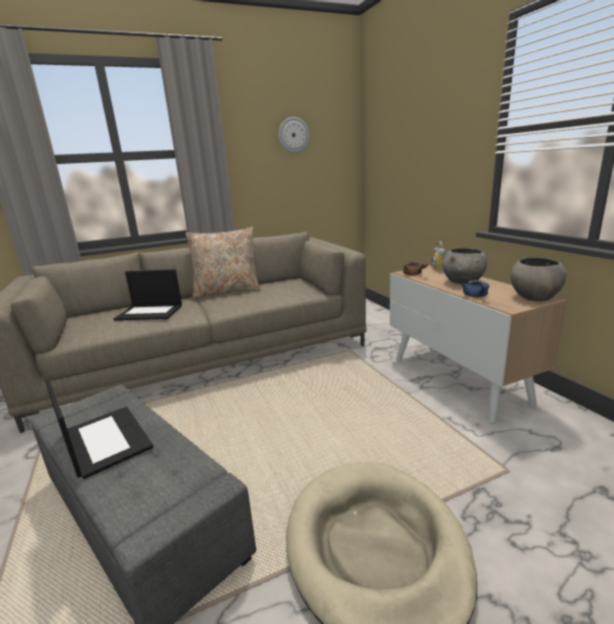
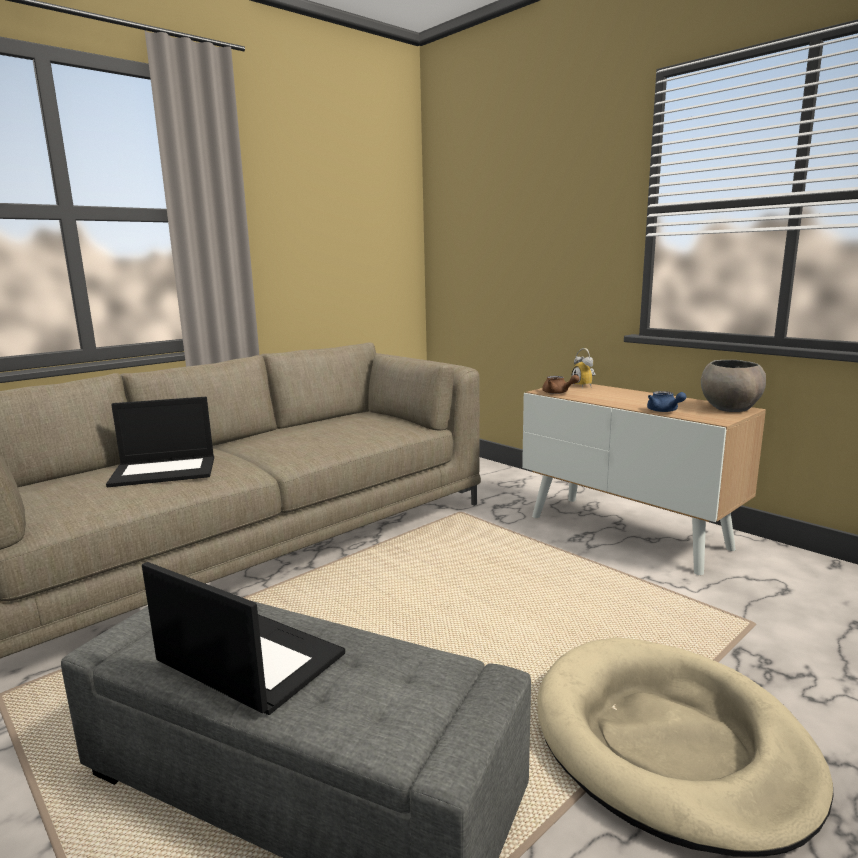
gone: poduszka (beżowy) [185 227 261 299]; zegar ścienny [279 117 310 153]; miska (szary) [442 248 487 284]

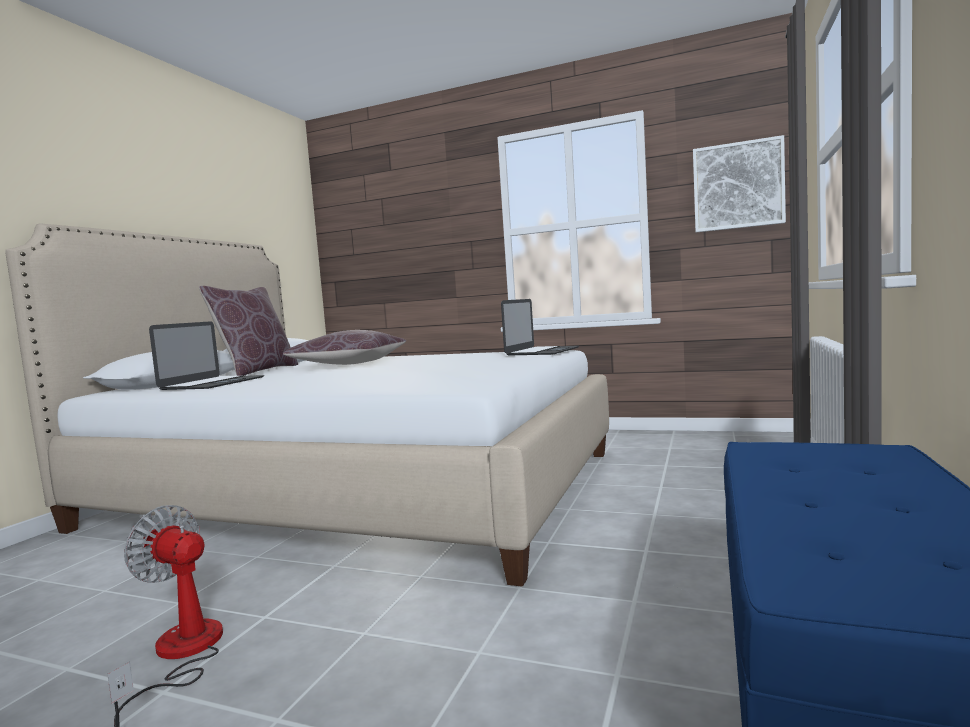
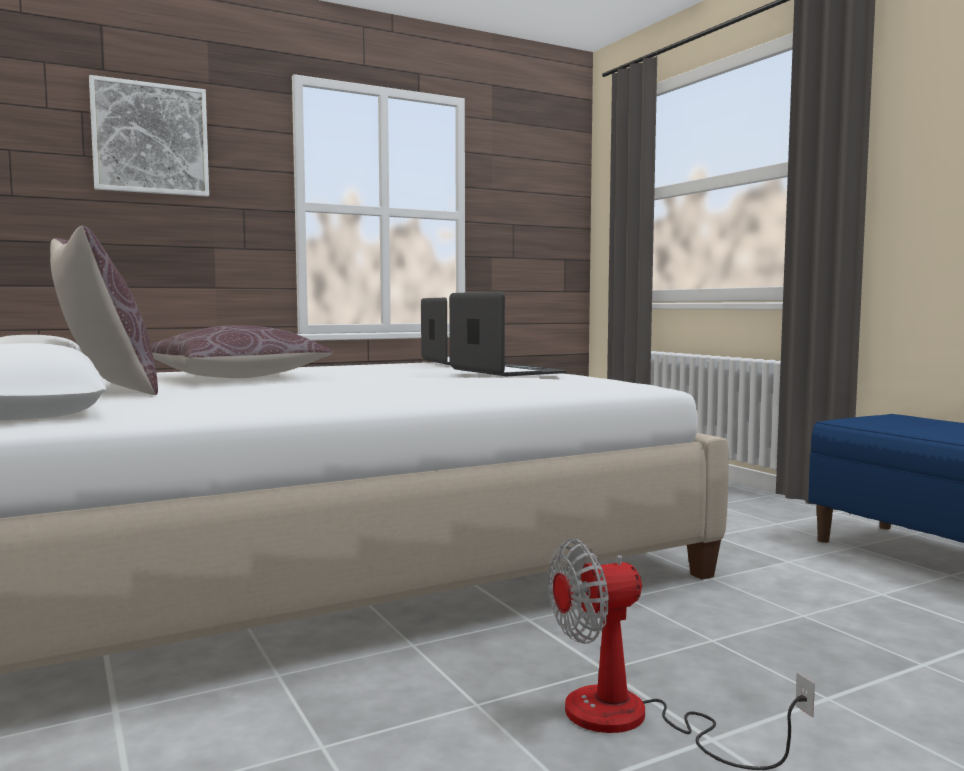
shifted: laptop [149 321 264 390] to [449 292 568 376]; obraz [693 135 786 232] to [89 75 209 197]

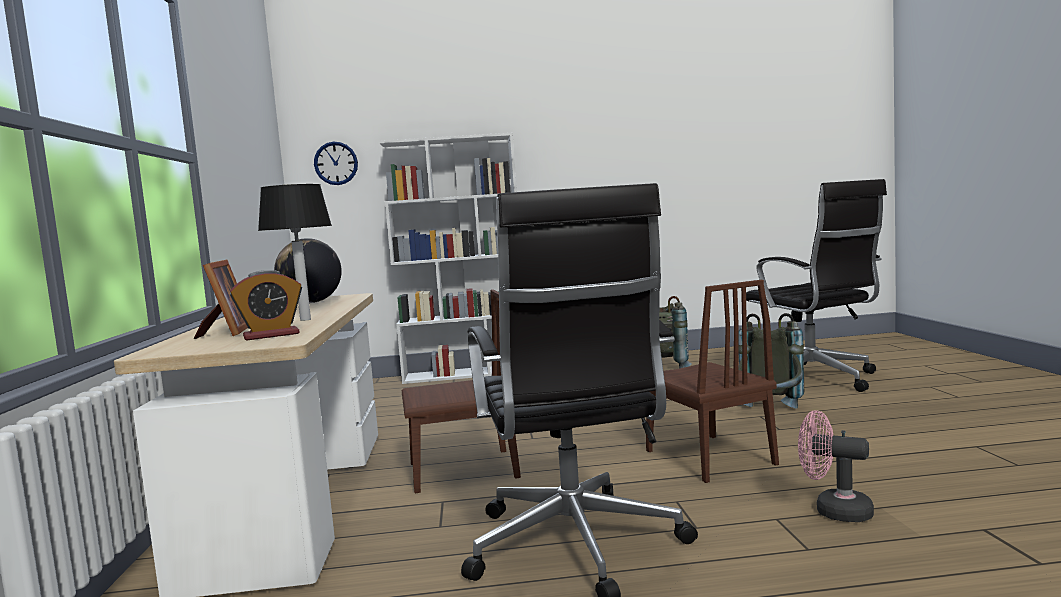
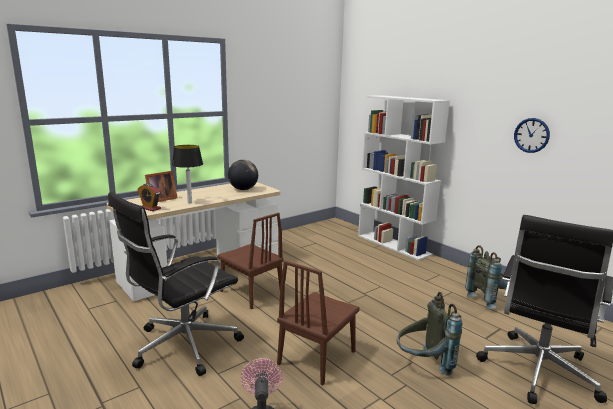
shifted: zegar ścienny [314 141 358 185] to [514 118 550 153]

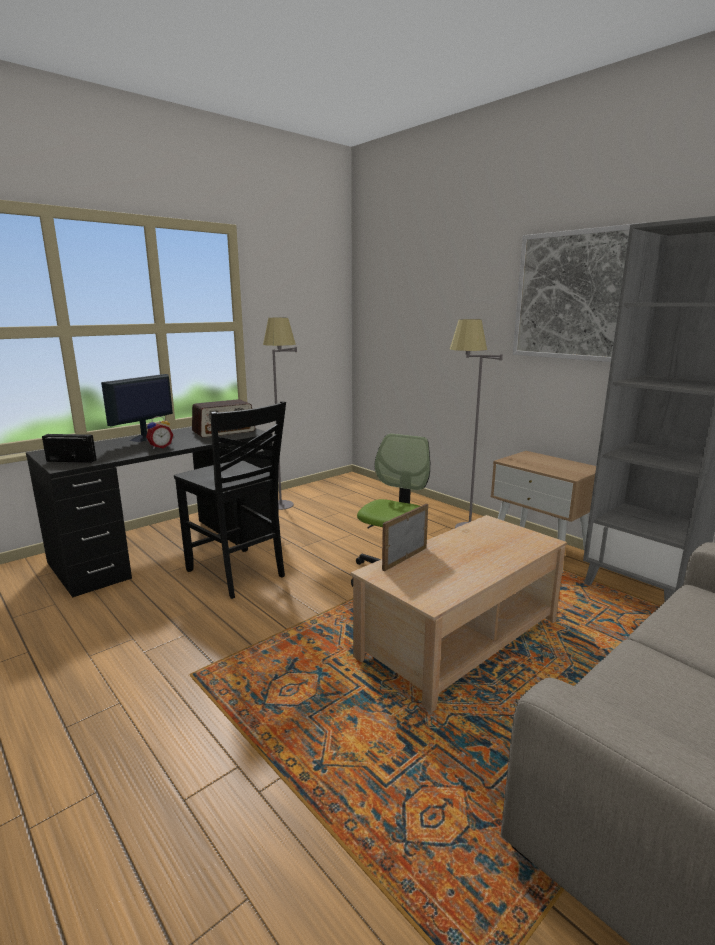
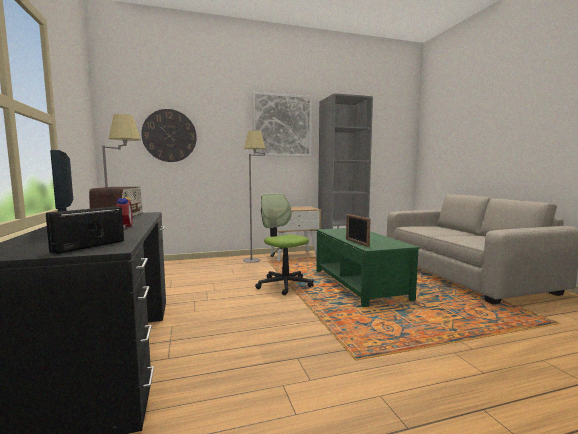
gone: krzesło (czarny) [174 401 286 599]
new: zegar ścienny [141 109 197 162]
repainted: ława (beżowy) [351 515 567 713] to ława (zielony) [316 228 420 307]

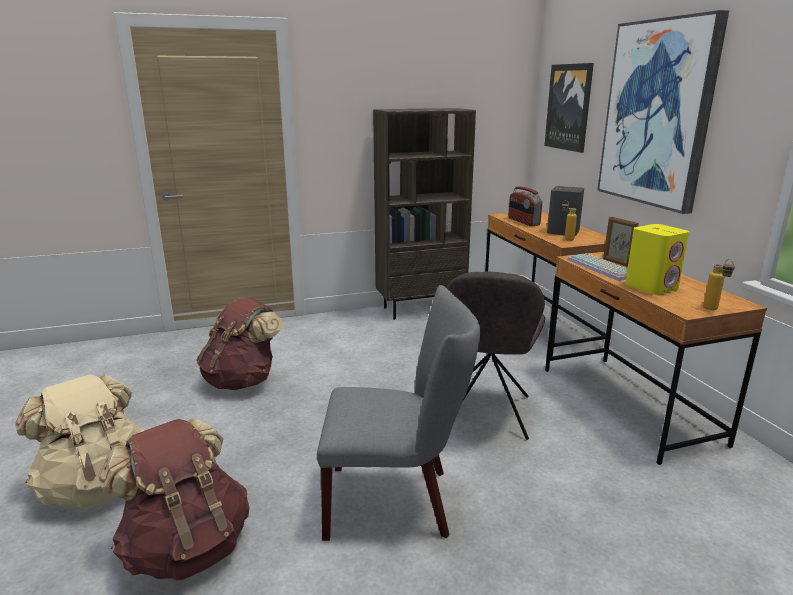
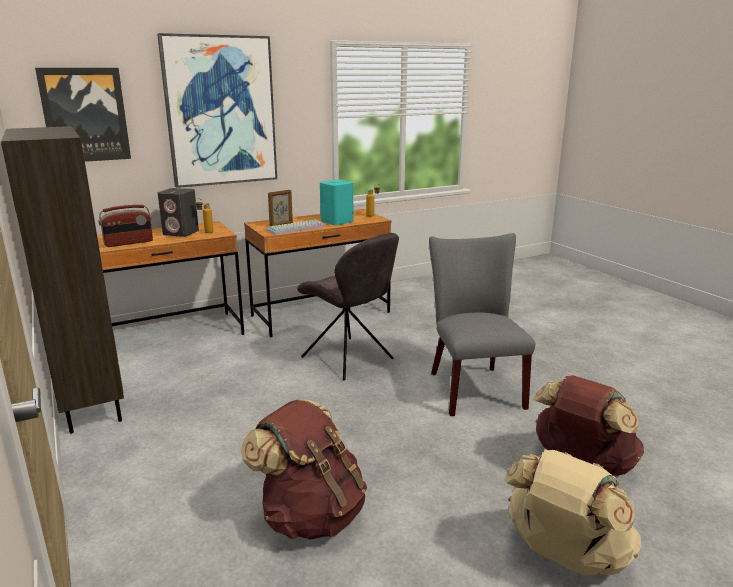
repainted: głośnik (żółty) [625 224 689 295] to głośnik (turkusowy) [320 180 354 225]
rotated: krzesło (szary) [447 272 545 440] = [297 233 399 380] 45 degrees clockwise

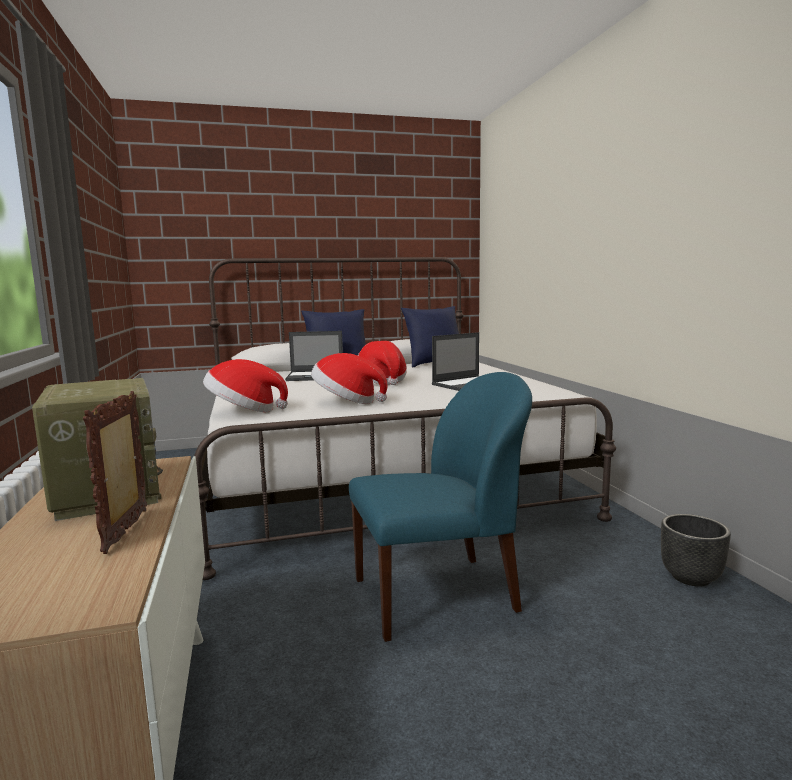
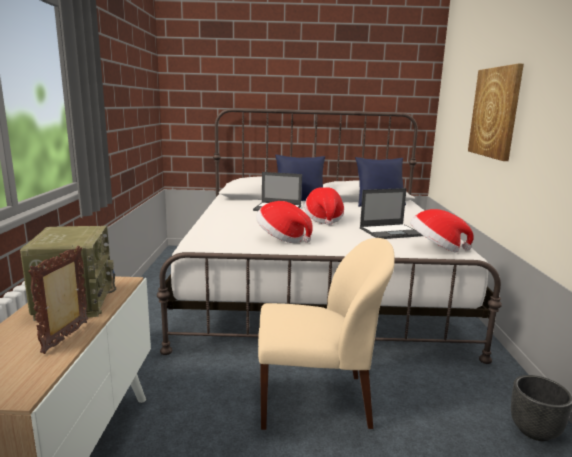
new: obraz [468 64 524 161]
shifted: kapelusz [203 359 288 412] to [410 209 474 253]
repainted: krzesło (niebieski) [349 372 532 642] to krzesło (beżowy) [258 238 395 430]

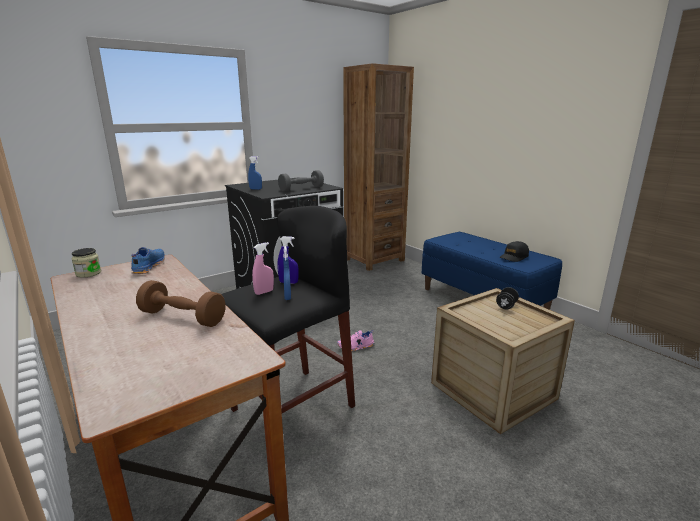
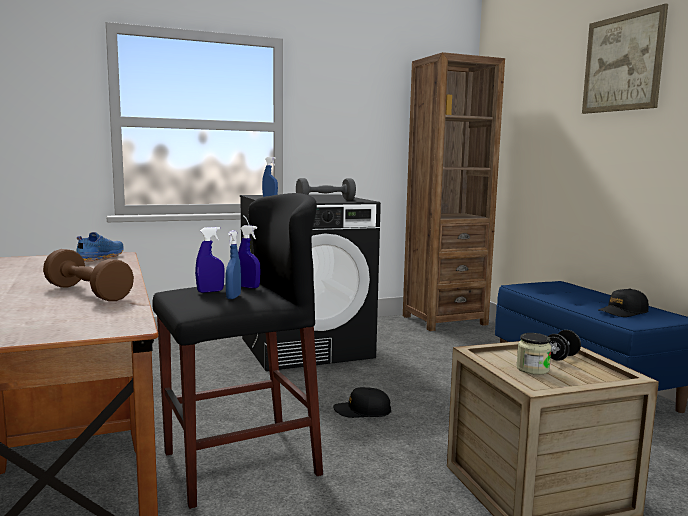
new: obraz [582 3 668 114]
shifted: słoik [72 248 101 278] to [516 333 552 375]
swapped: but (różowy) [337 330 374 352] to czapka z daszkiem (czarny) [333 387 391 418]
repainted: spryskiwacz (różowy) [252 242 274 295] to spryskiwacz (niebieski) [195 227 225 293]

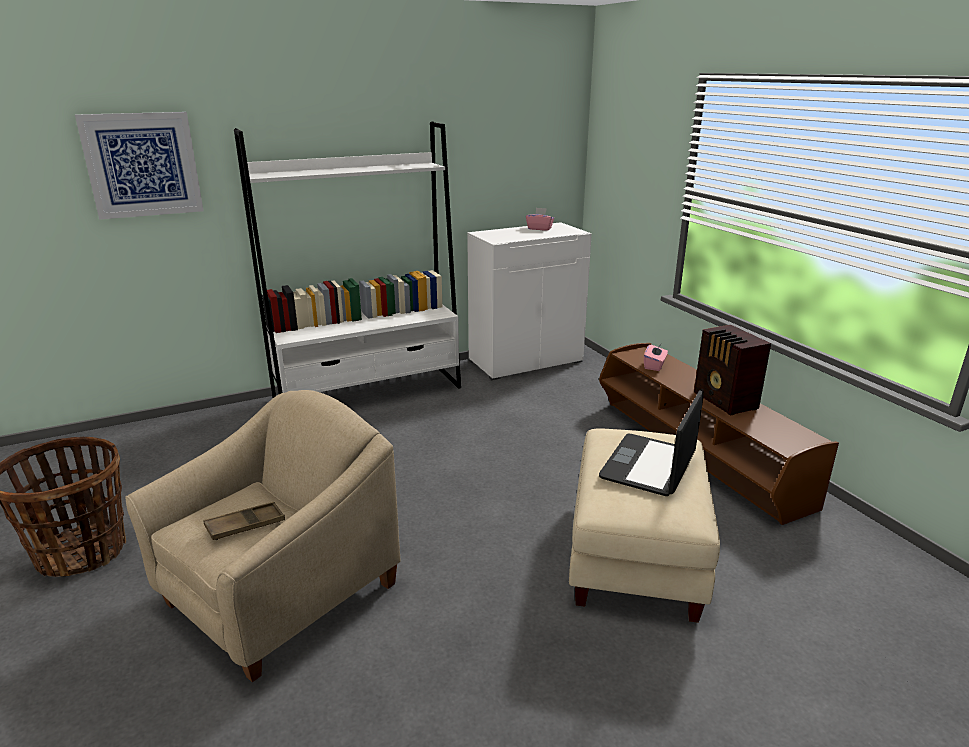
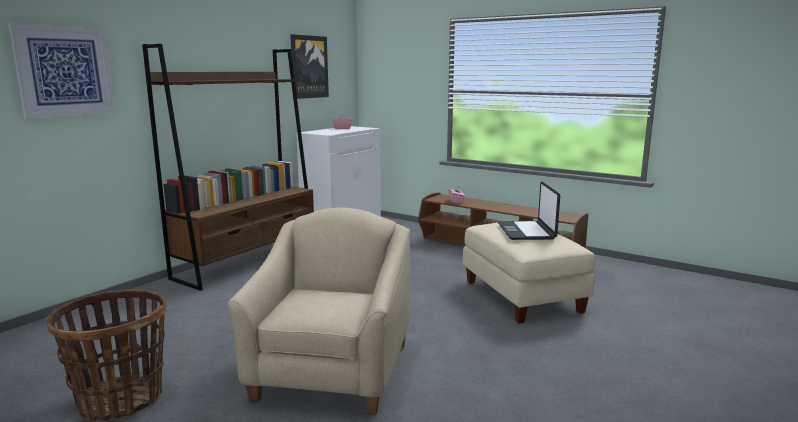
gone: taca (brązowy) [203 502 285 540]; radio [694 325 771 416]
new: obraz [290 34 329 99]
repainted: regał (biały) [234 122 461 398] to regał (brązowy) [142 44 314 291]

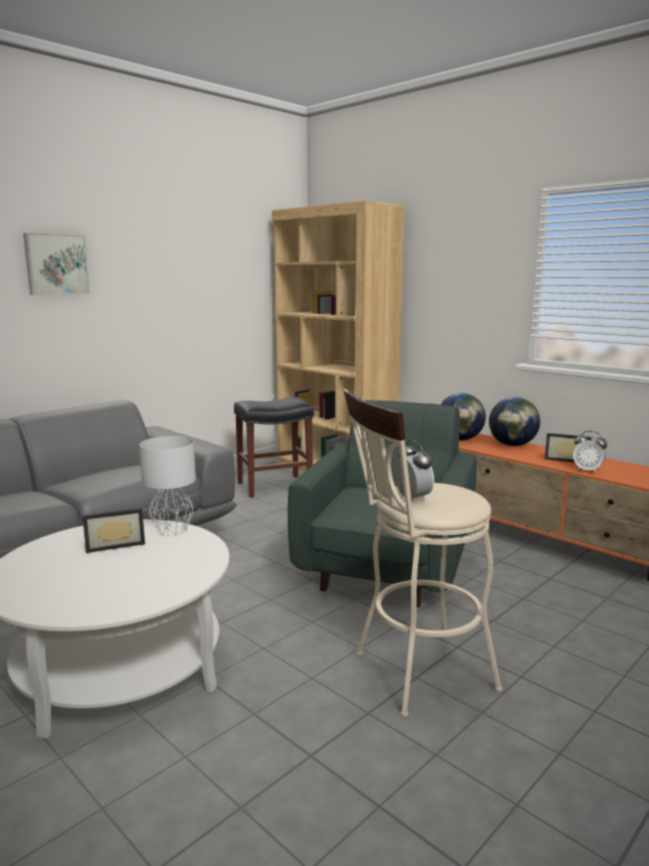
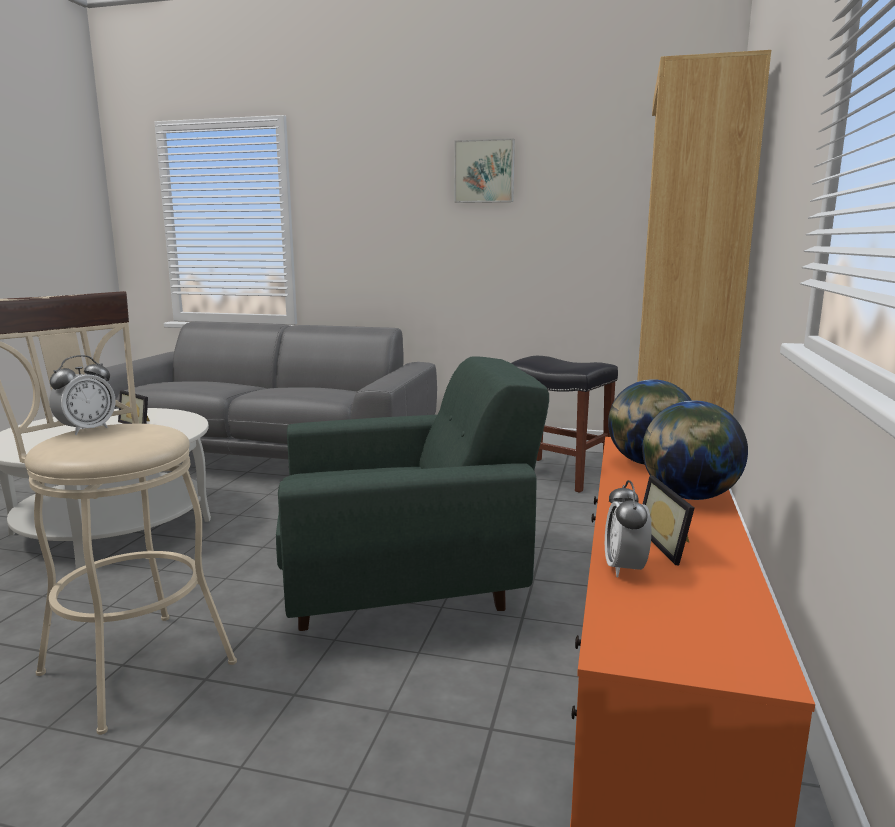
gone: lampa stołowa (szary) [139 436 196 536]
shifted: obraz [23 233 90 295] to [454 138 515 203]

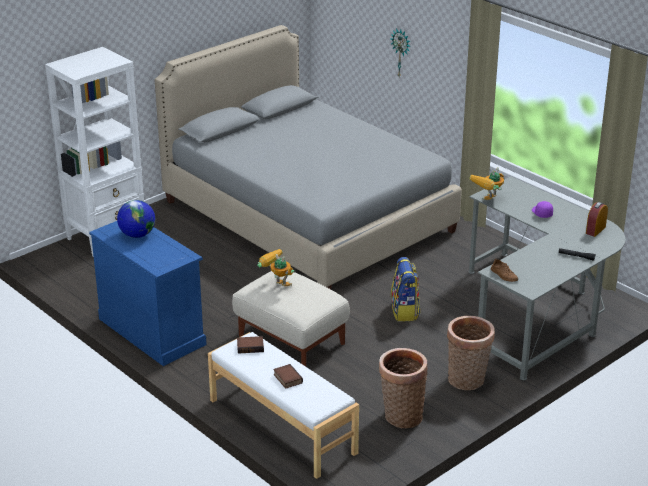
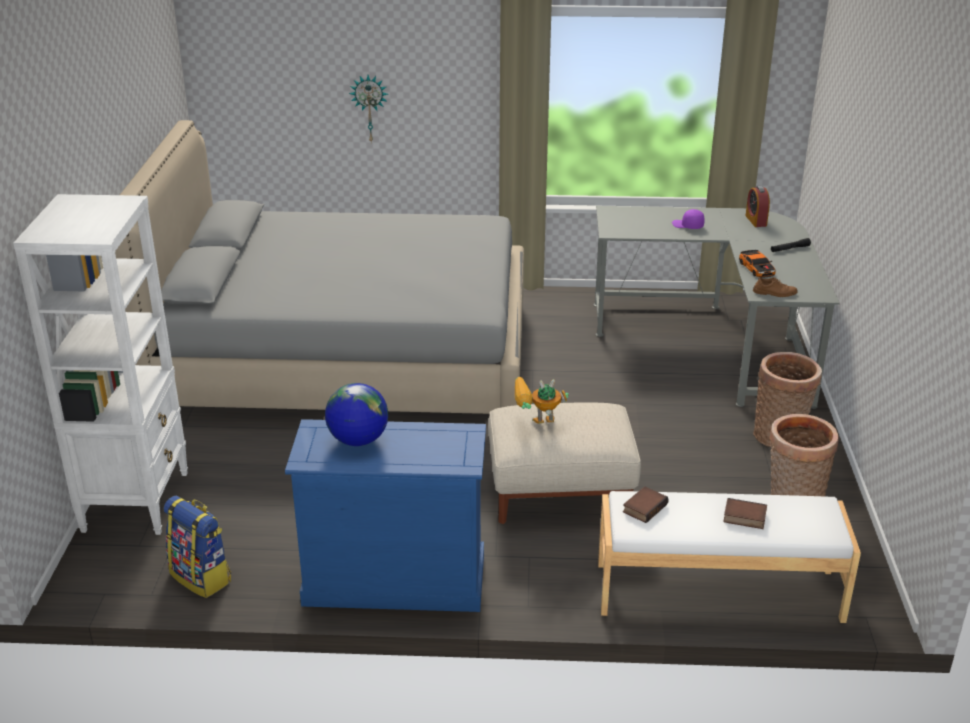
gone: robot zabawkowy [469 167 505 201]
new: samochodzik [739 250 776 277]
shifted: plecak [391 257 420 322] to [163 495 231 598]

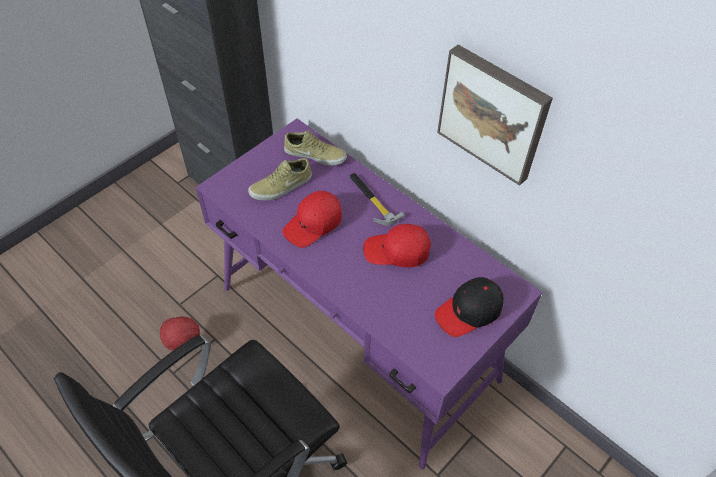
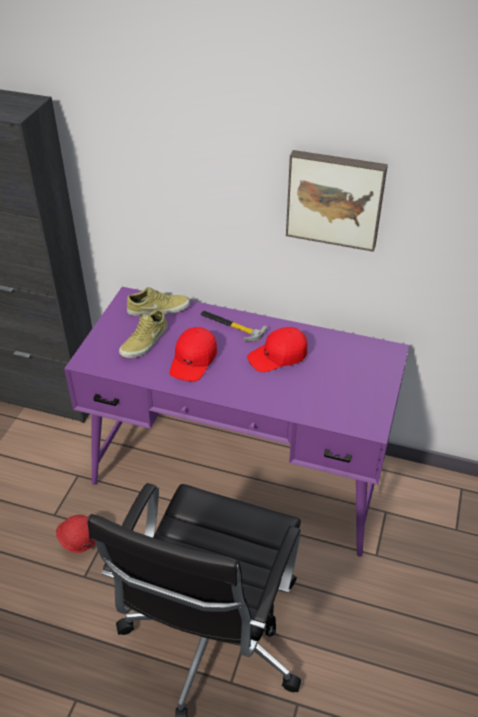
gone: czapka z daszkiem (czarny) [435 277 504 337]

